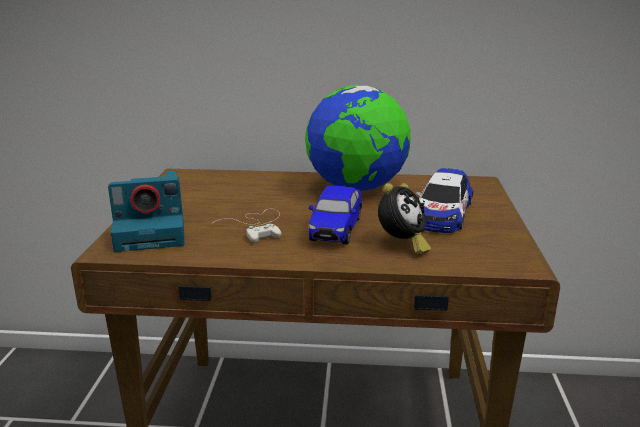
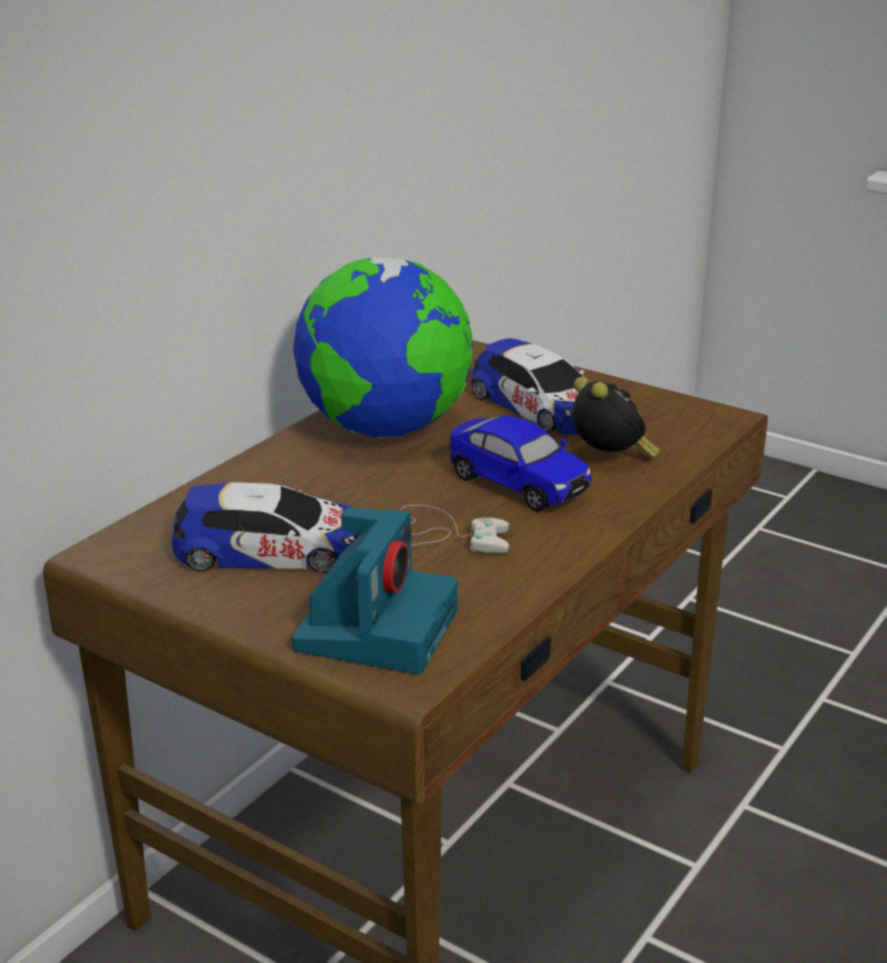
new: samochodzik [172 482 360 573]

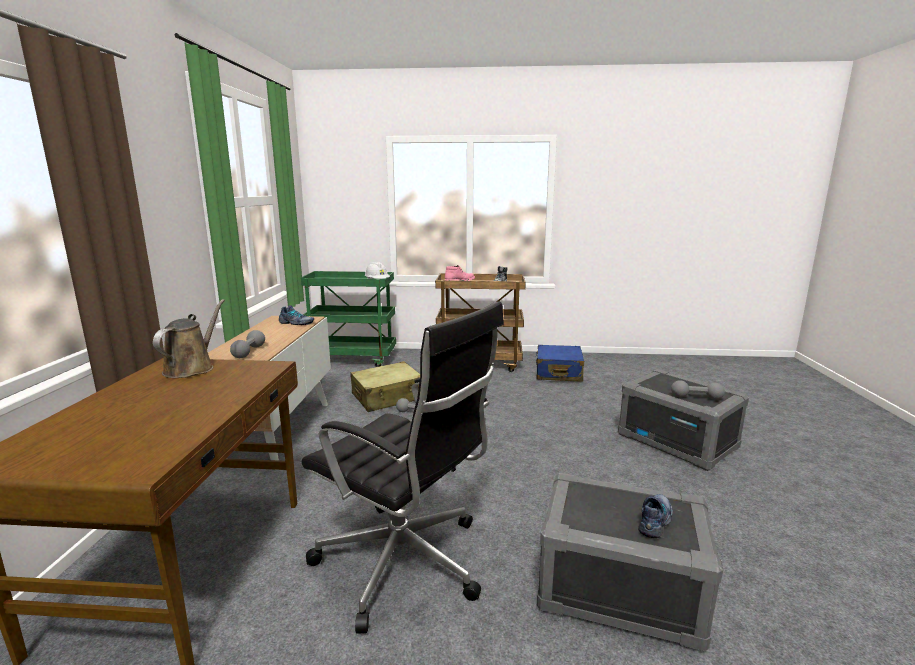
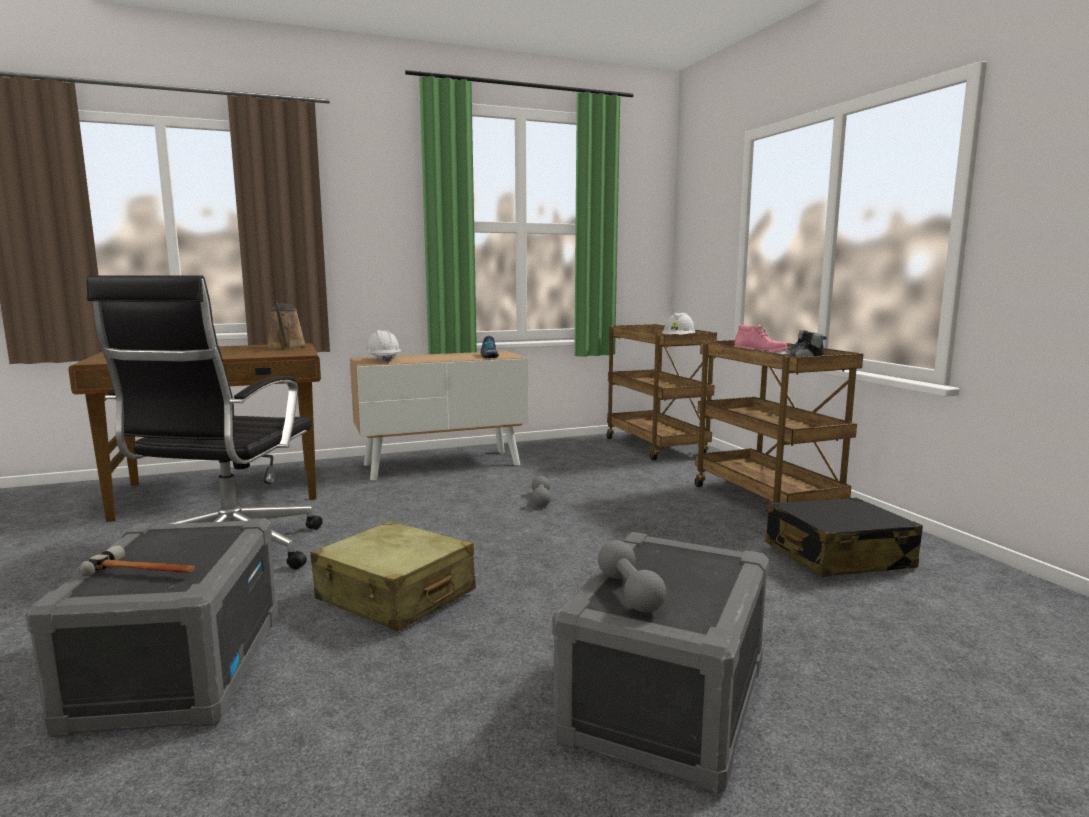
shifted: walizka (beżowy) [350 361 420 412] to [310 521 476 632]
swapped: hantel (szary) [230 330 265 358] to kask (biały) [365 330 401 363]; but [638 494 674 538] to młotek [79 545 195 576]
repainted: wózek (zielony) [301 271 396 367] to wózek (brązowy) [607 324 717 460]; walizka (niebieski) [535 345 584 382] to walizka (czarny) [765 498 923 577]
rotated: konewka (brązowy) [153 299 225 378] = [267 300 307 349] 90 degrees clockwise

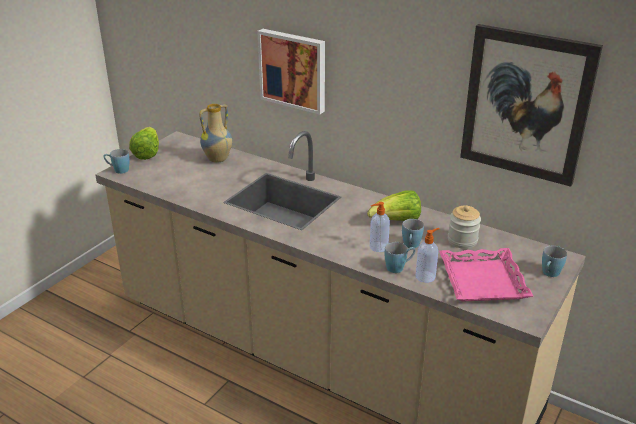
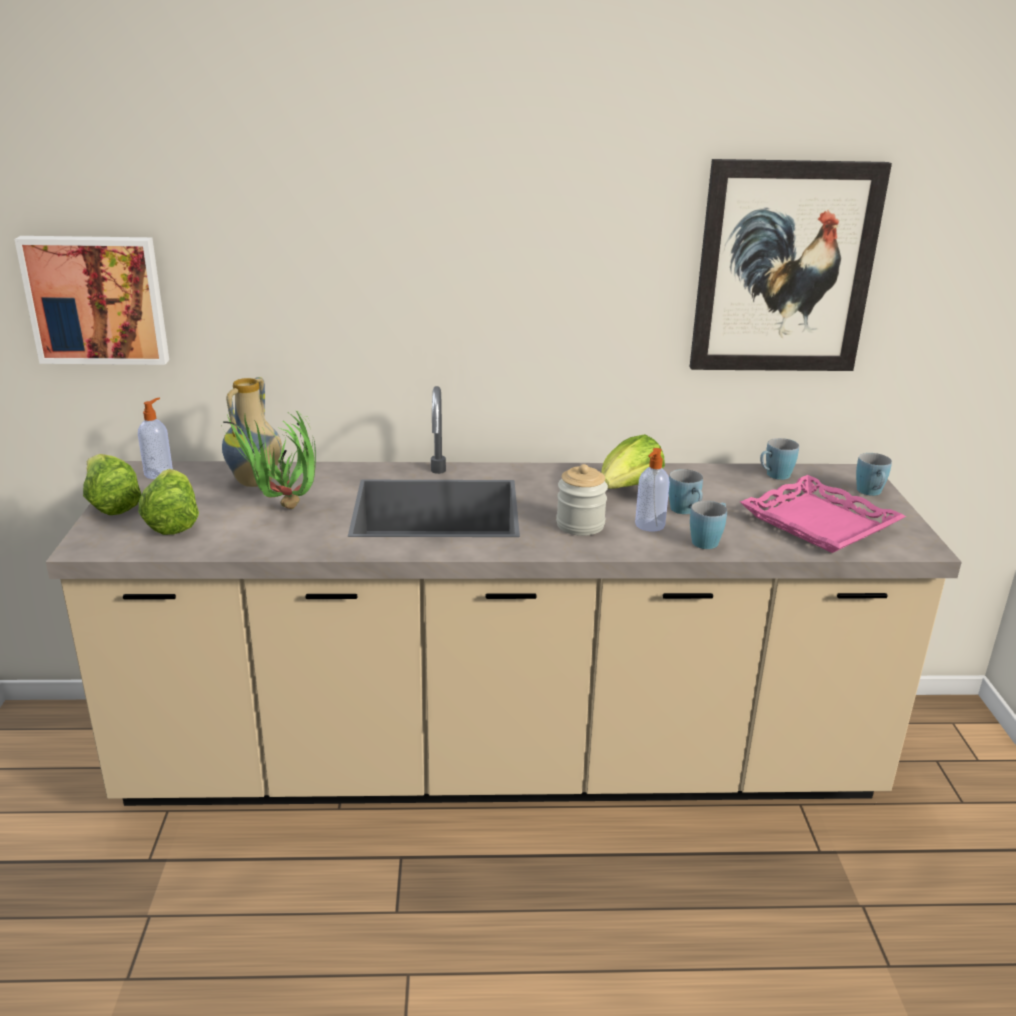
new: sałata [138 469 199 535]; roślina doniczkowa [222 411 316 509]
shifted: kubek (niebieski) [103 149 130 174] to [760 438 799 480]; obraz [257 29 325 115] to [14 236 169 365]; dozownik mydła [416 228 440 283] to [138 398 173 479]; słoik [448 205 481 249] to [556 464 608 536]

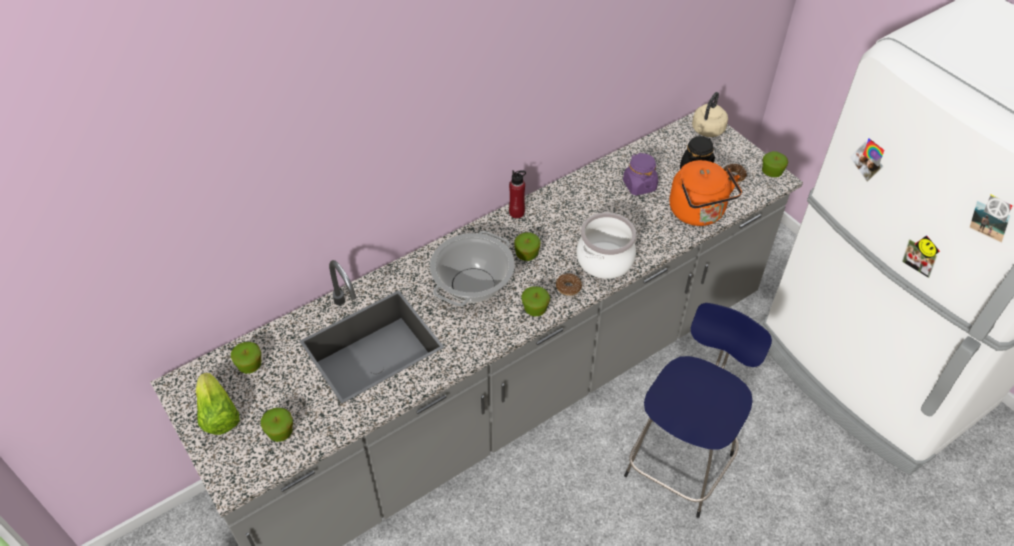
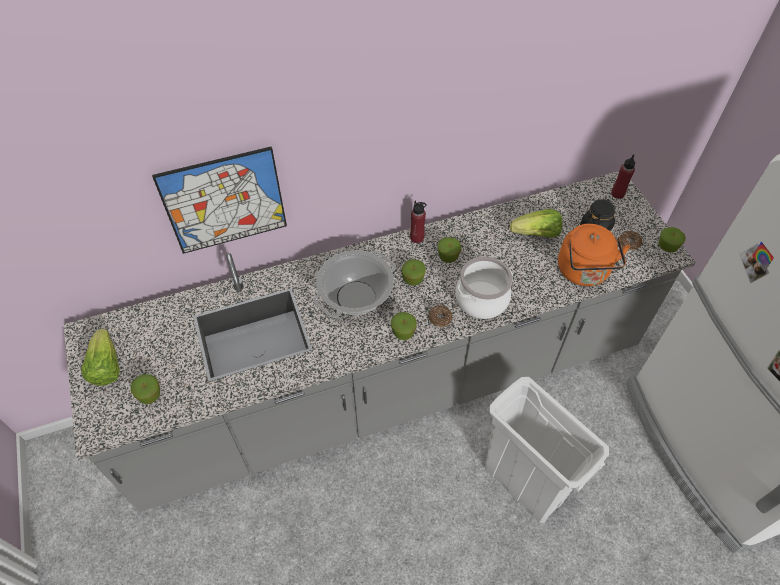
new: obraz [152 146 287 254]
shifted: jabłko [231 342 261 374] to [438 237 461 263]
swapped: słoik (fioletowy) [623 152 658 195] to sałata [510 209 563 238]; stołek (niebieski) [624 303 772 518] to kosz na śmieci (biały) [485 377 609 523]; czajnik (beżowy) [692 92 728 137] to butelka (czerwony) [611 155 635 199]

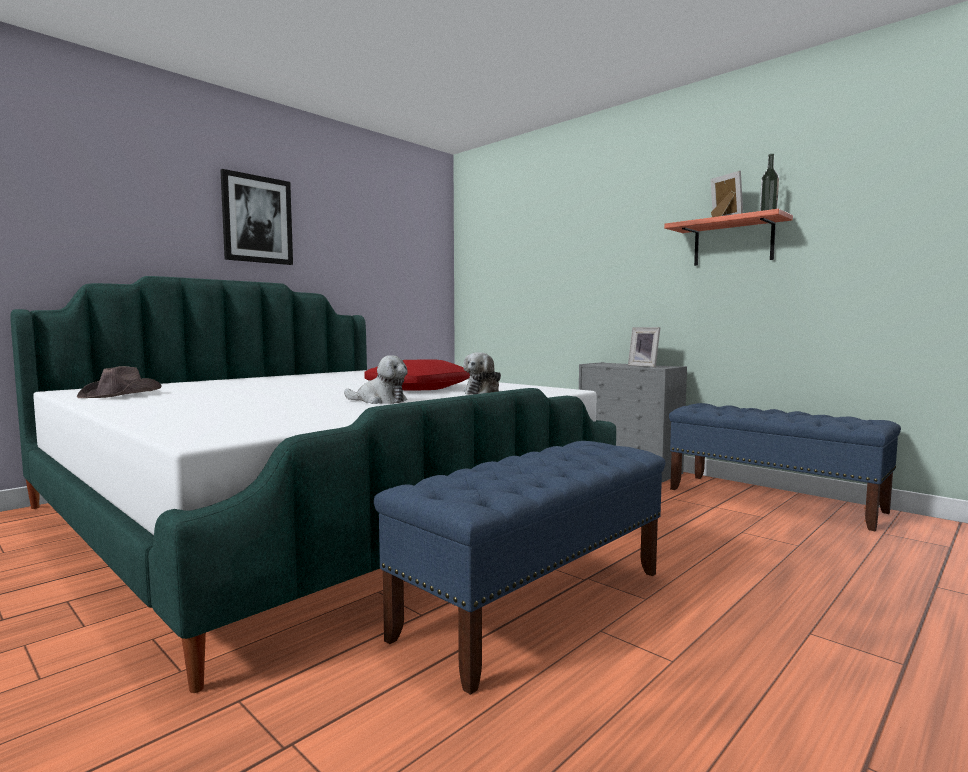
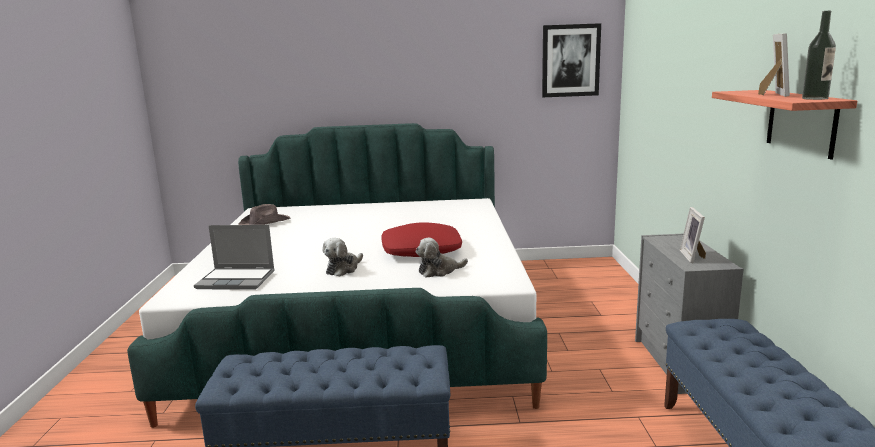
new: laptop [194 225 275 289]
shifted: obraz [221 169 293 265] to [542 23 601 97]
rotated: pluszak [344 355 408 404] = [322 238 363 277] 60 degrees clockwise

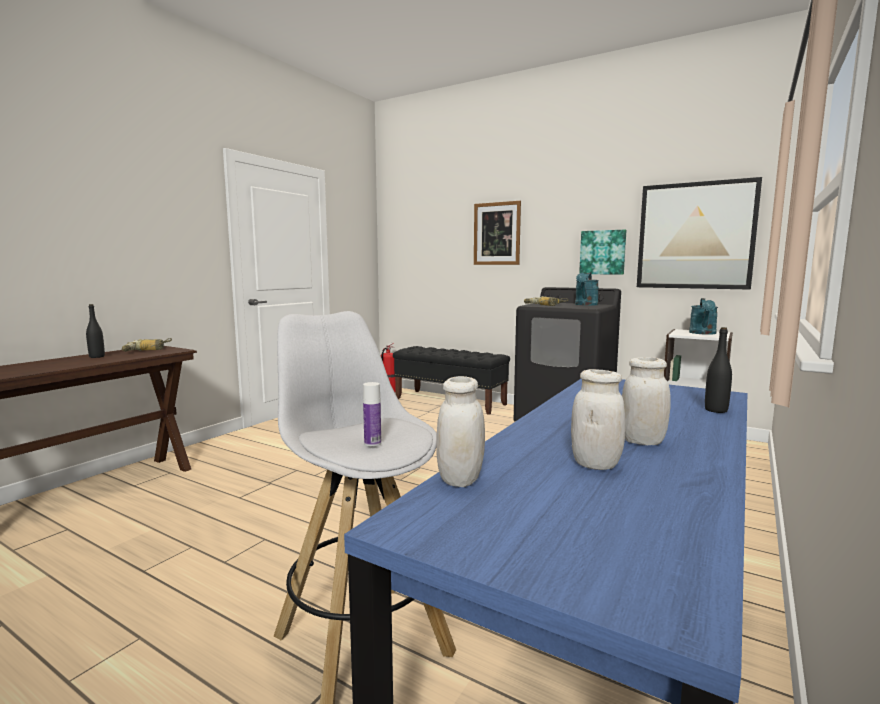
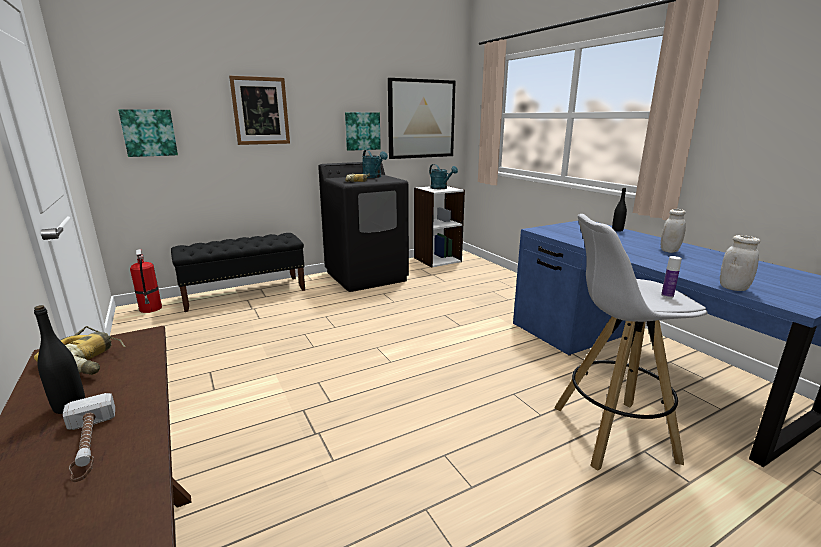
gone: słoik (biały) [571 369 625 470]
new: młotek [63 393 115 482]; obraz [118 109 178 157]

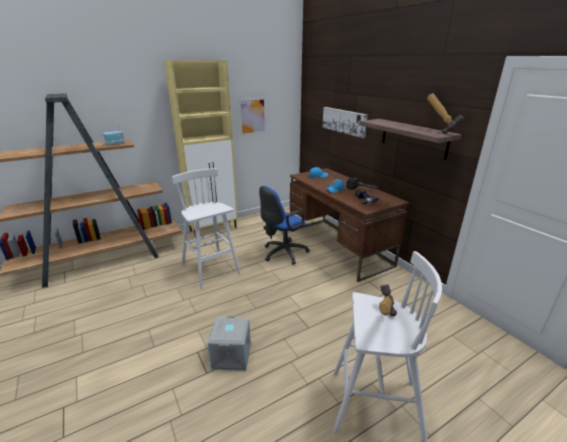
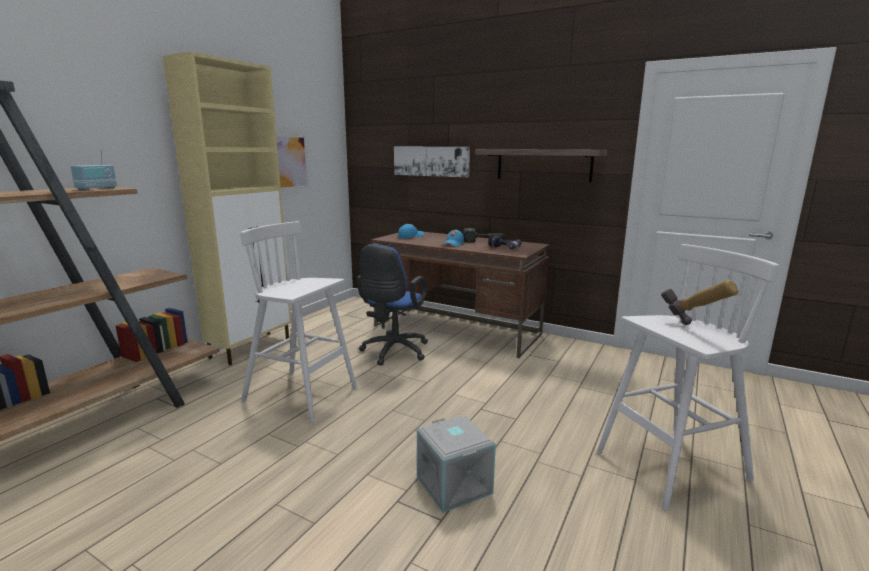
gone: młotek [427 93 464 134]

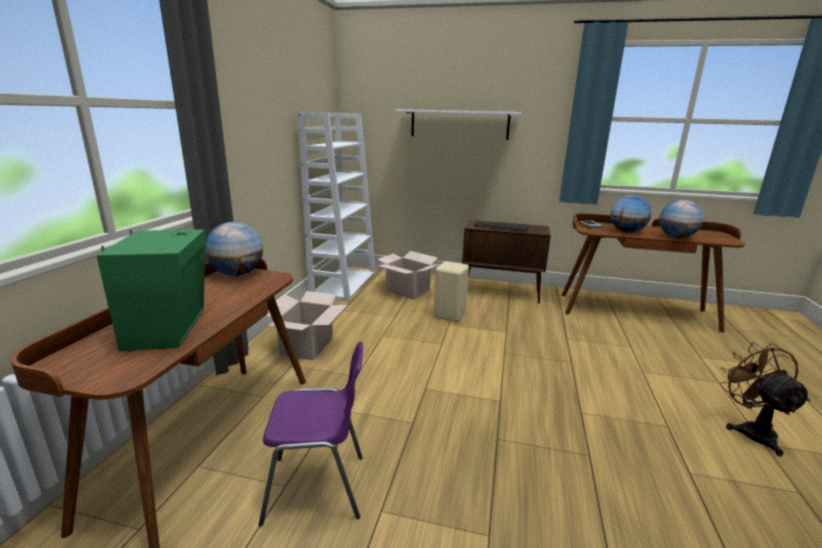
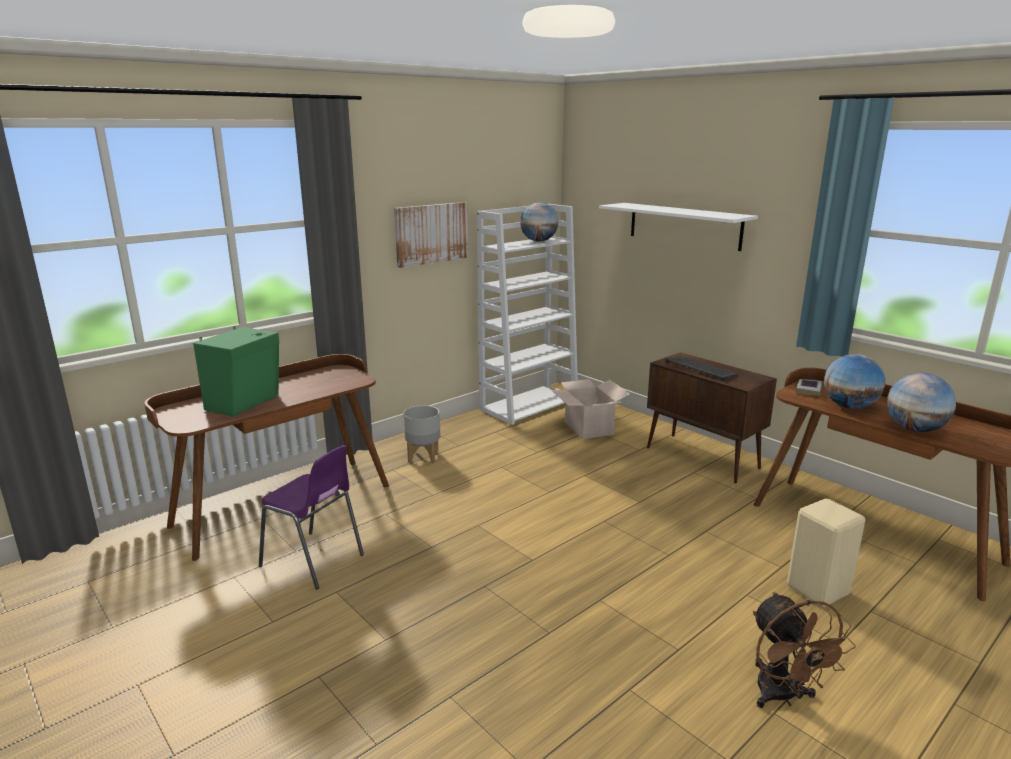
new: obraz [394 202 468 268]
shifted: globus [205 222 263 276] to [520 202 558 242]; stołek (beżowy) [434 261 469 322] to [787 499 865 607]
swapped: karton [266 291 347 360] to donica (szary) [403 405 440 463]
rotated: wentylator (brązowy) [720 342 811 457] = [753 592 856 708] 135 degrees clockwise

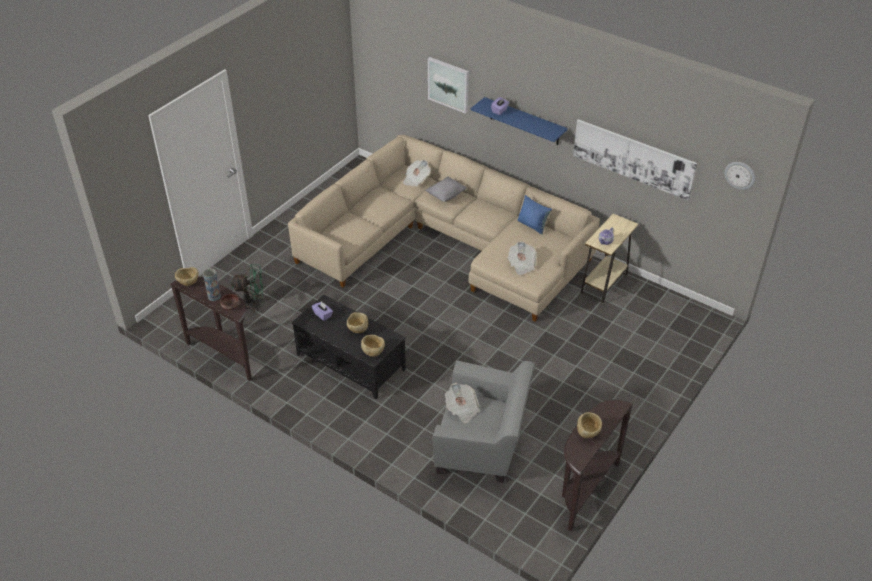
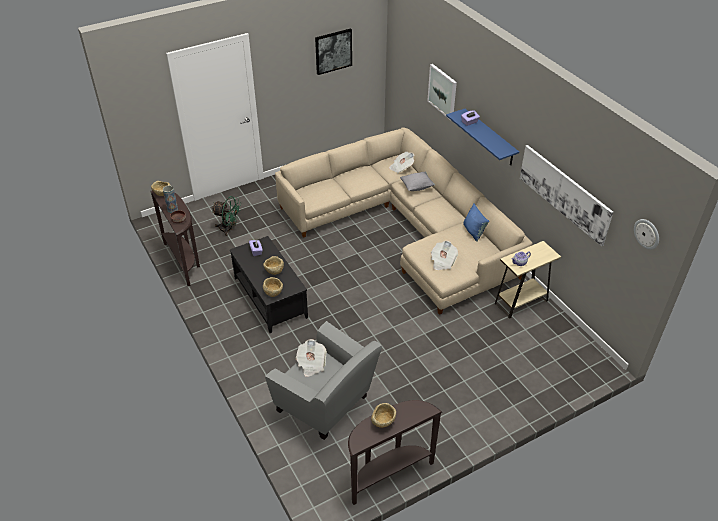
new: obraz [315 28 352 75]

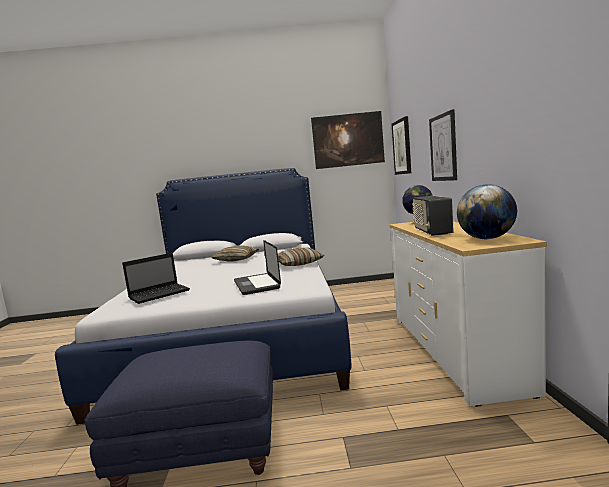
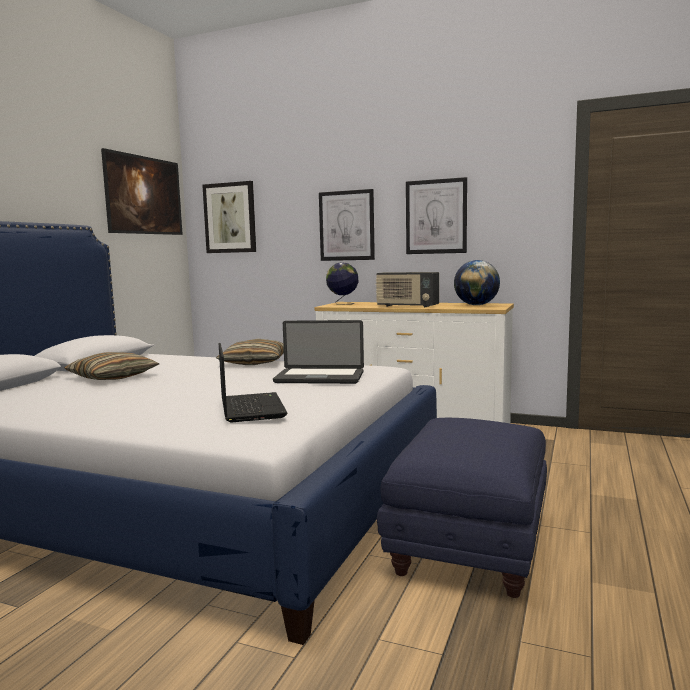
new: obraz [406 177 467 254]

